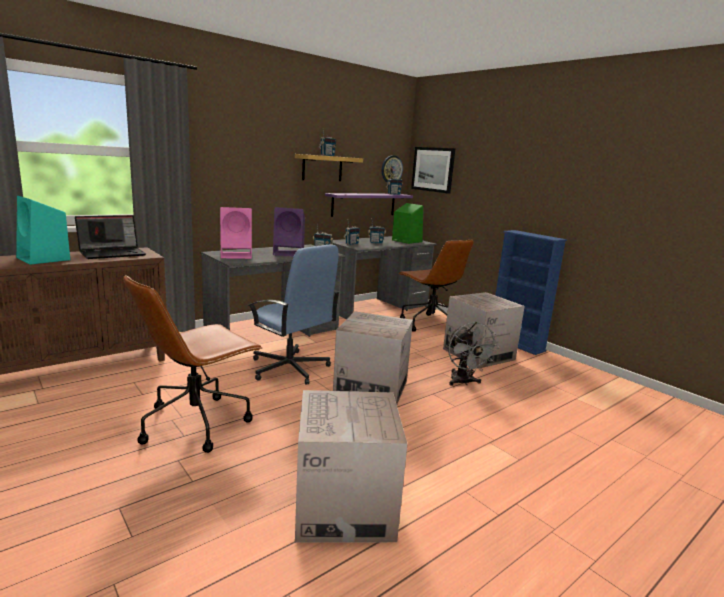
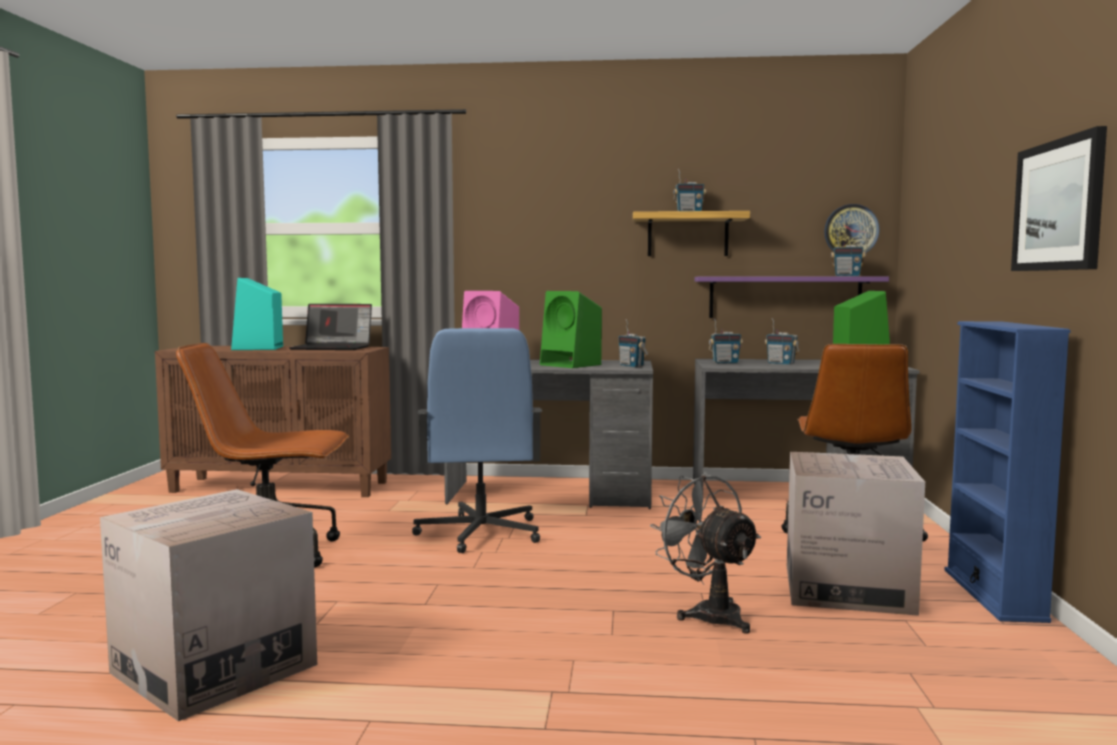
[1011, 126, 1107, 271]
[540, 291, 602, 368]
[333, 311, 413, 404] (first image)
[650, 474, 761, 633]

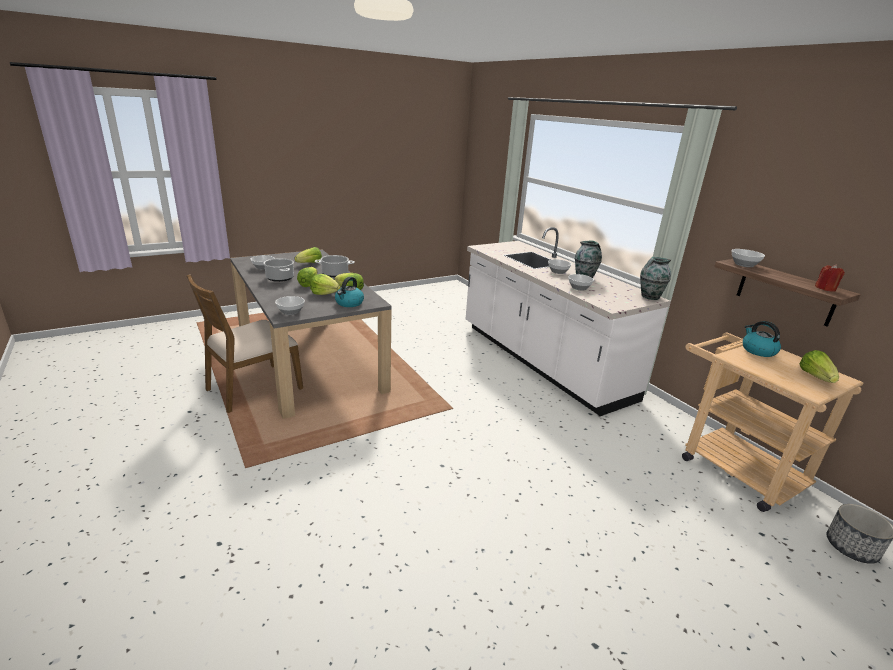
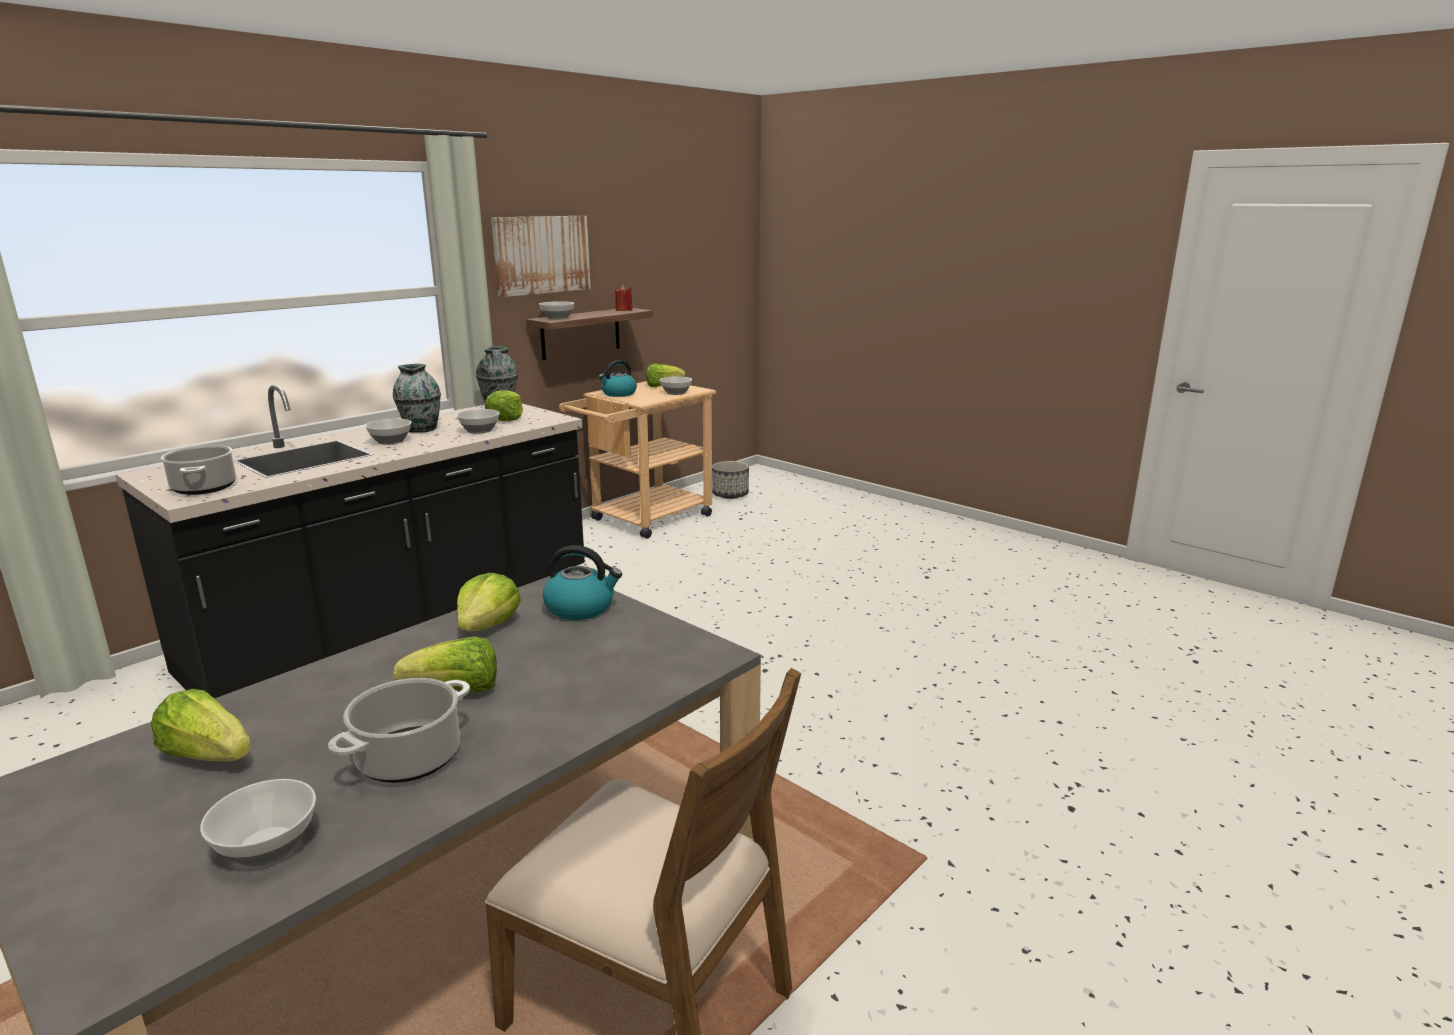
[115, 385, 585, 698]
[160, 445, 236, 495]
[485, 390, 523, 421]
[660, 376, 692, 395]
[491, 216, 591, 297]

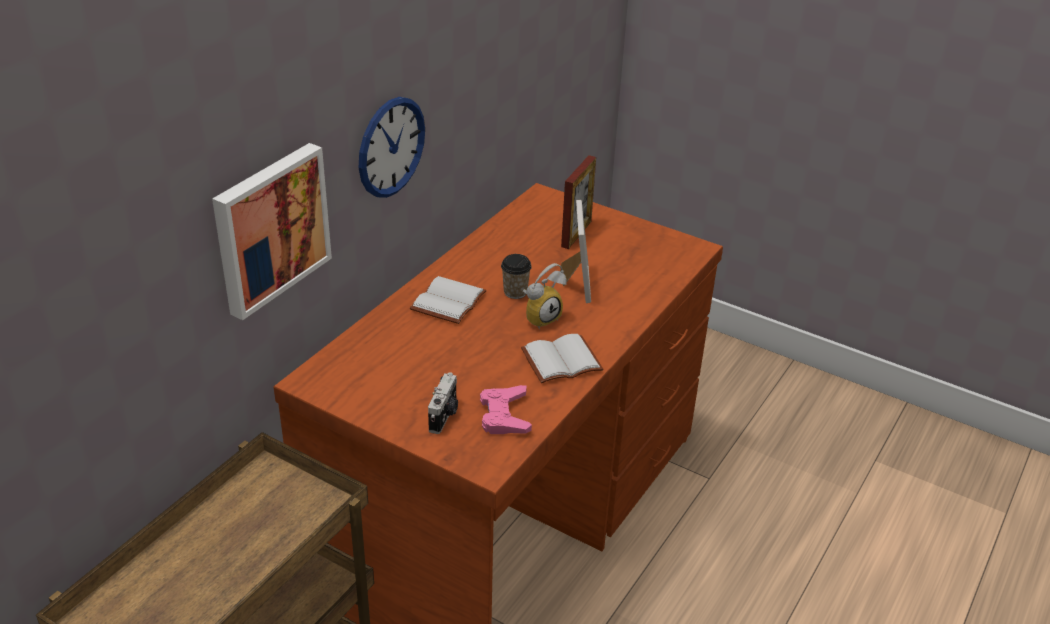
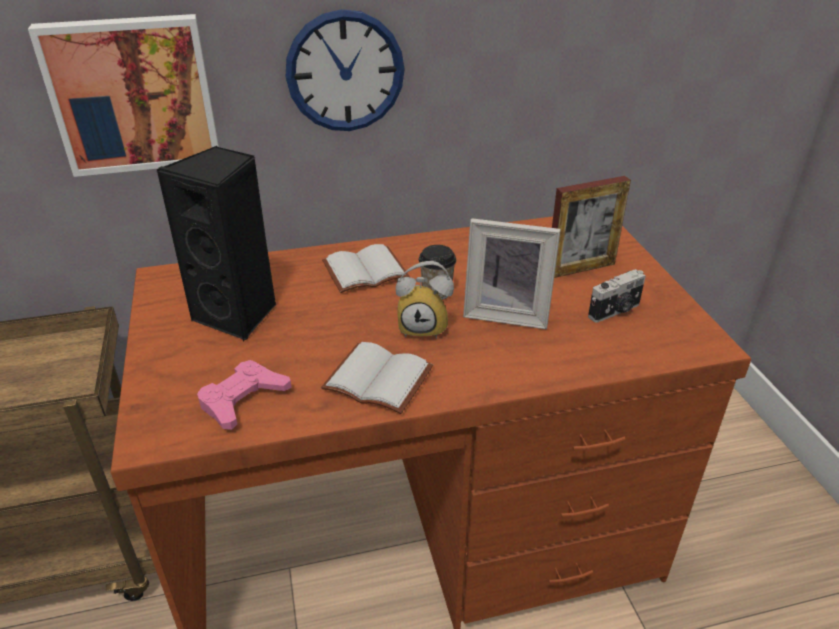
[463, 218, 561, 329]
[588, 269, 646, 322]
[157, 146, 276, 341]

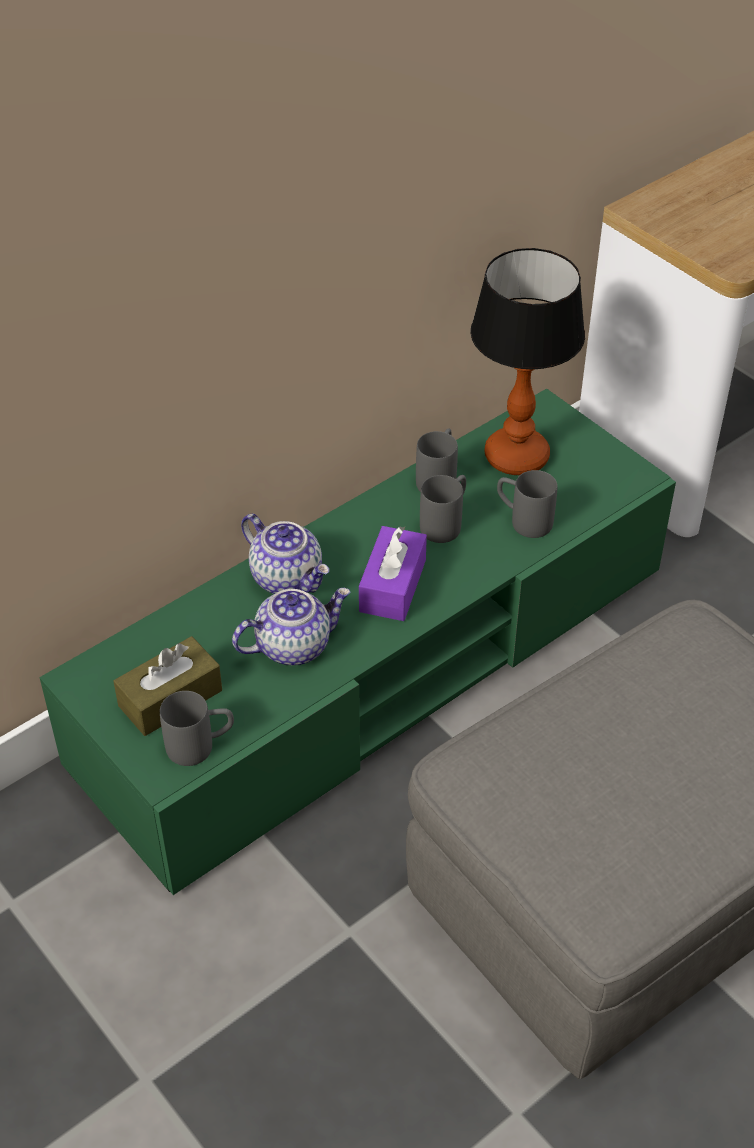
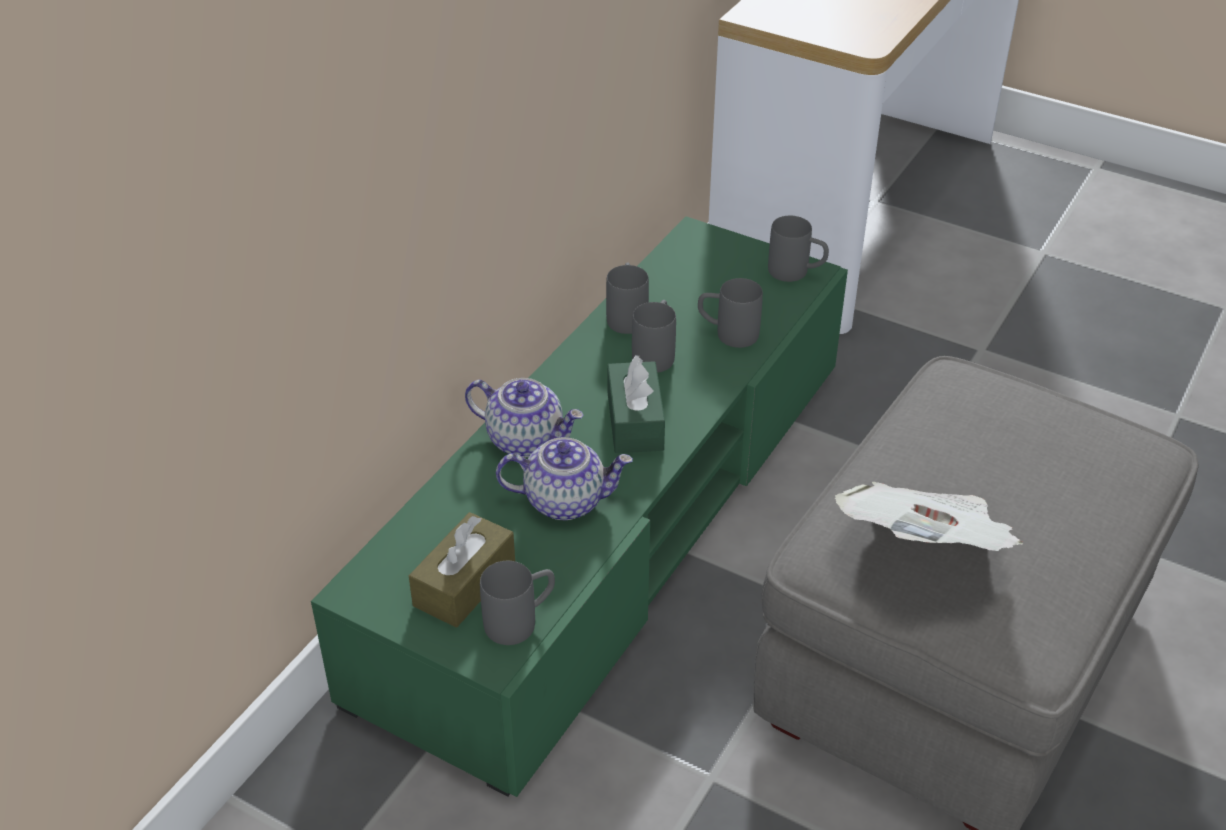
[470, 248, 585, 475] (first image)
[607, 355, 665, 453]
[496, 437, 633, 520]
[768, 216, 829, 282]
[835, 482, 1023, 551]

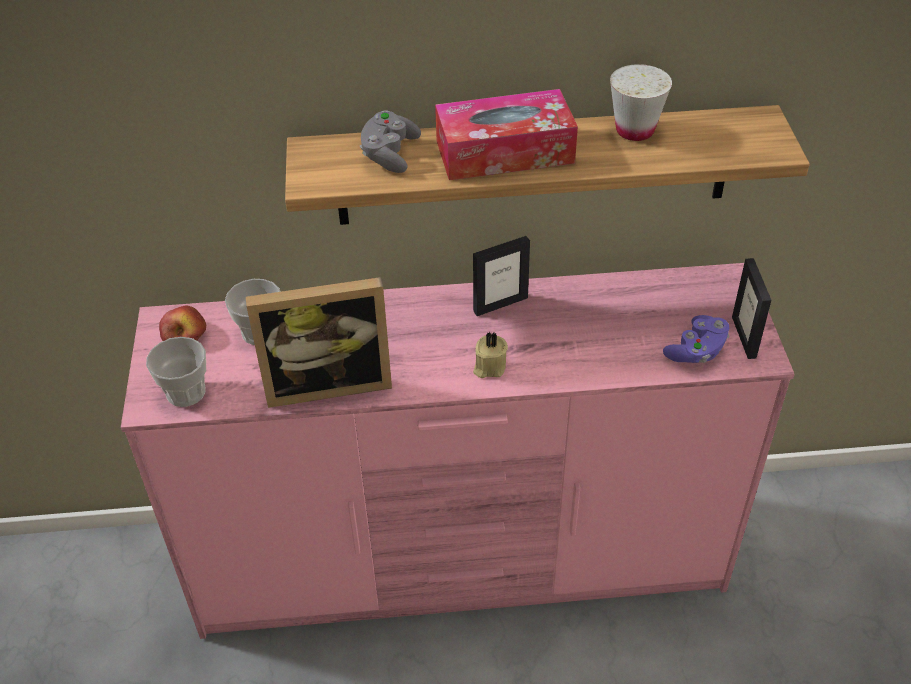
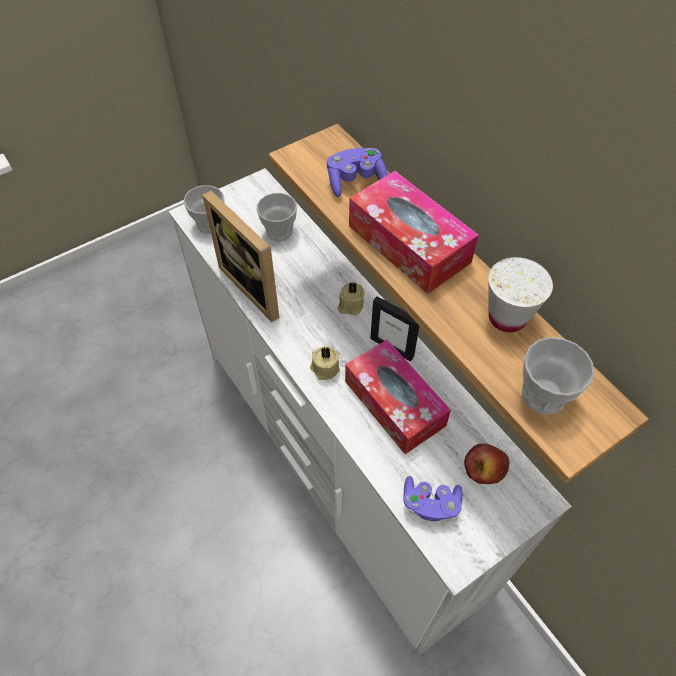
[327, 148, 388, 197]
[732, 258, 771, 359] (first image)
[169, 168, 571, 658]
[464, 444, 509, 484]
[337, 282, 365, 316]
[522, 337, 595, 414]
[345, 340, 451, 454]

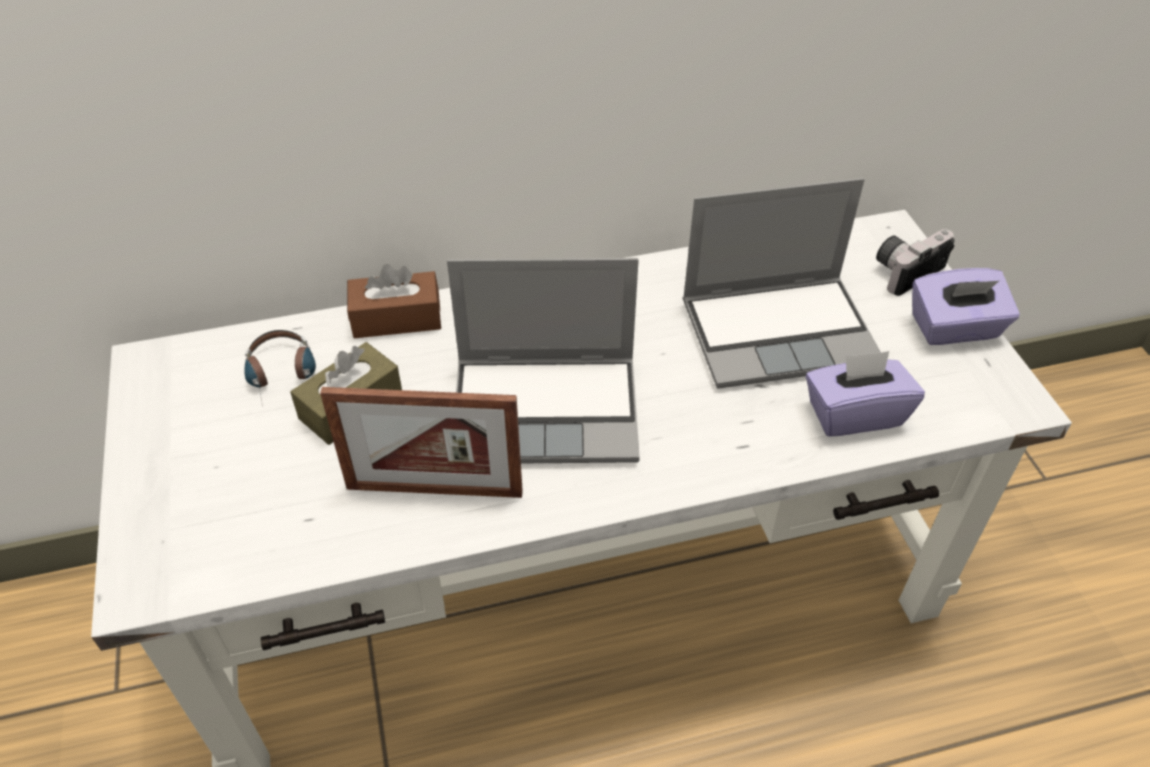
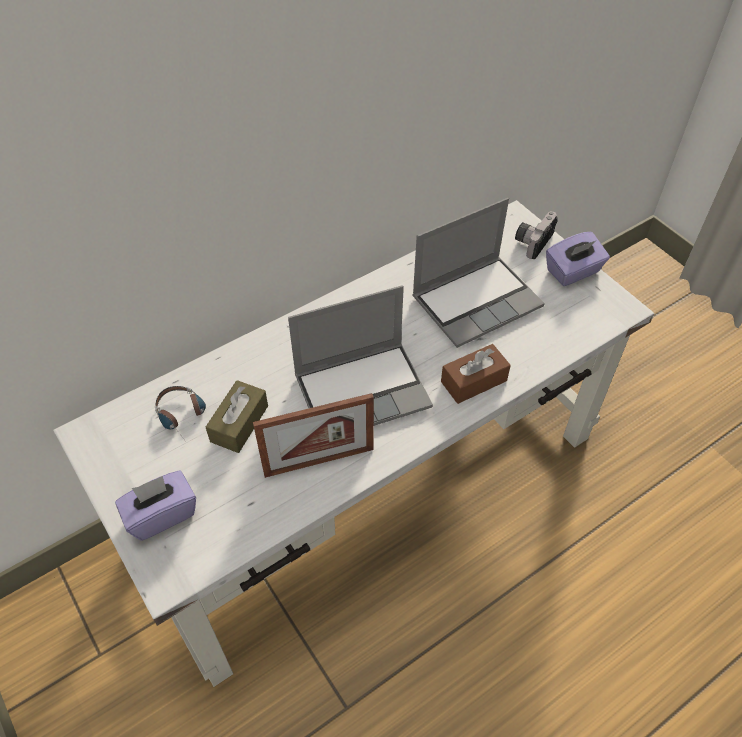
[441, 344, 511, 404]
[115, 470, 196, 541]

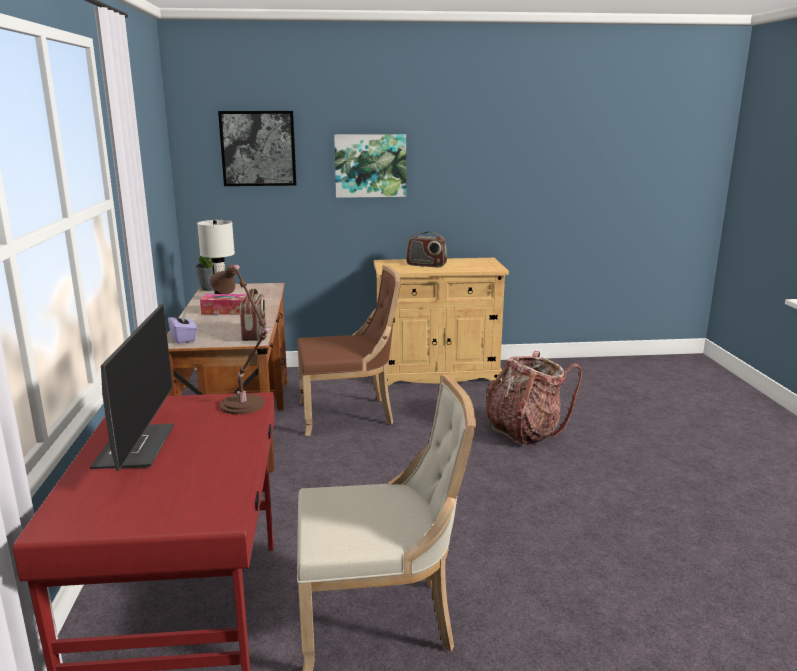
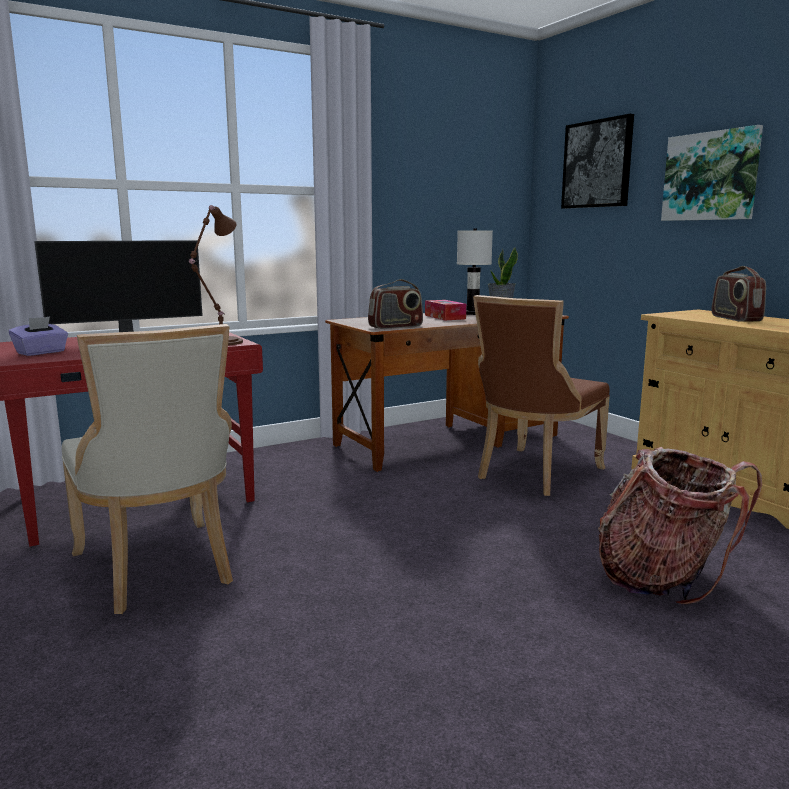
[473, 295, 610, 496]
[9, 316, 68, 356]

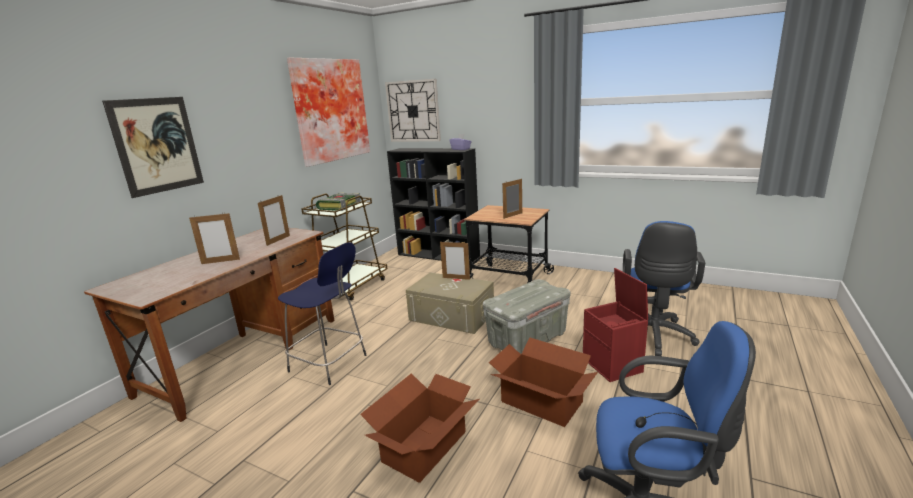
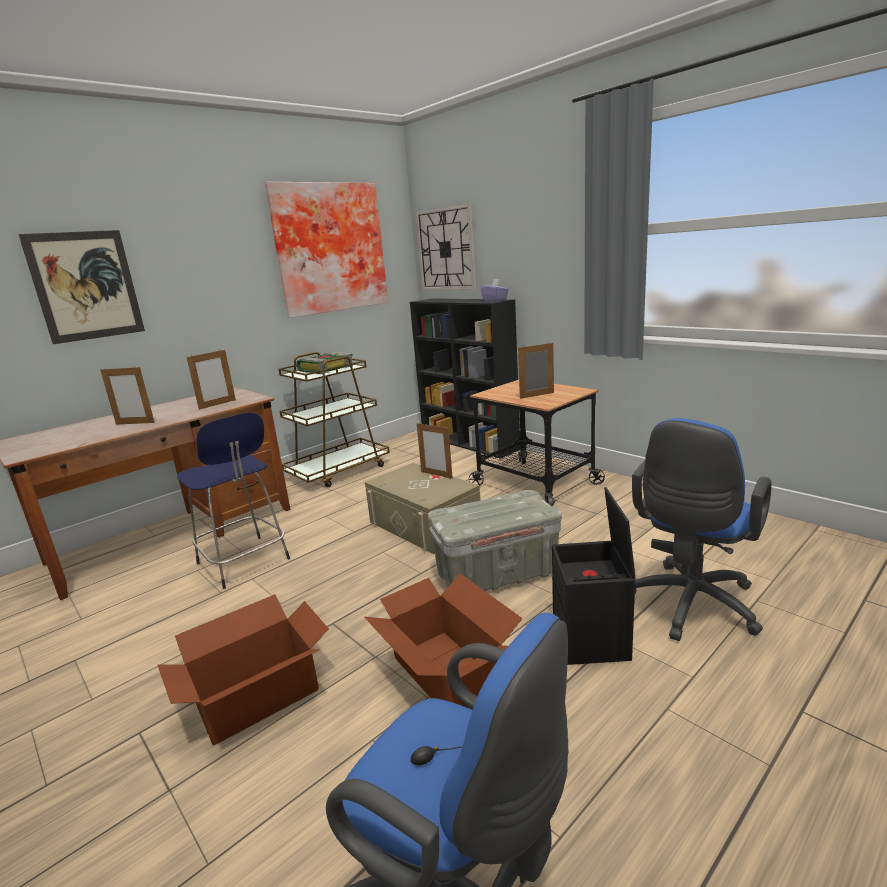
[552, 487, 636, 665]

